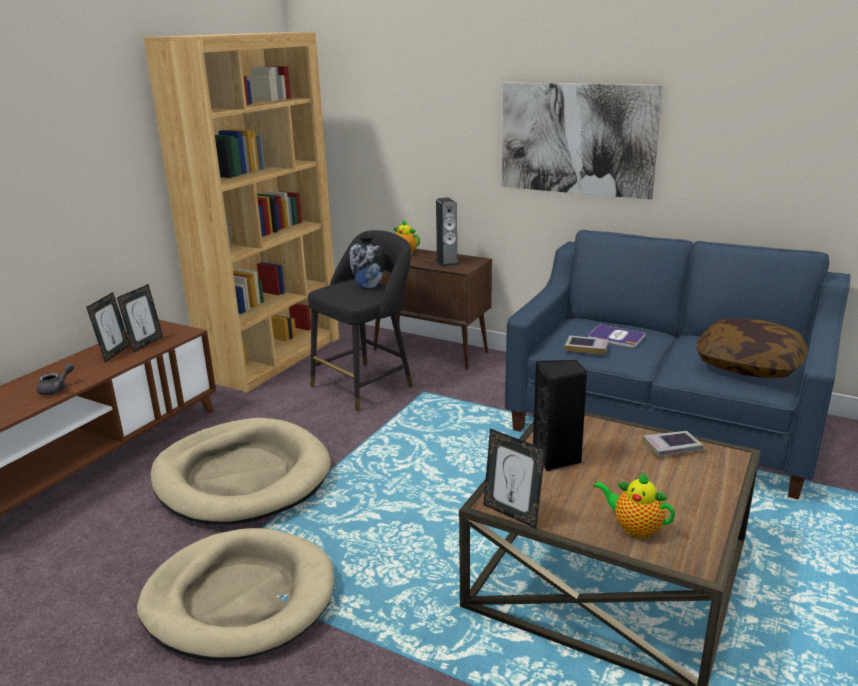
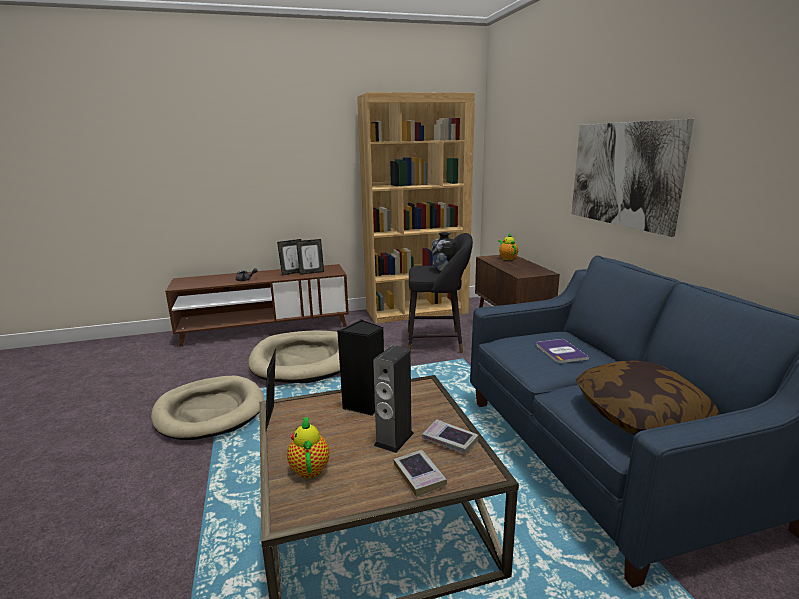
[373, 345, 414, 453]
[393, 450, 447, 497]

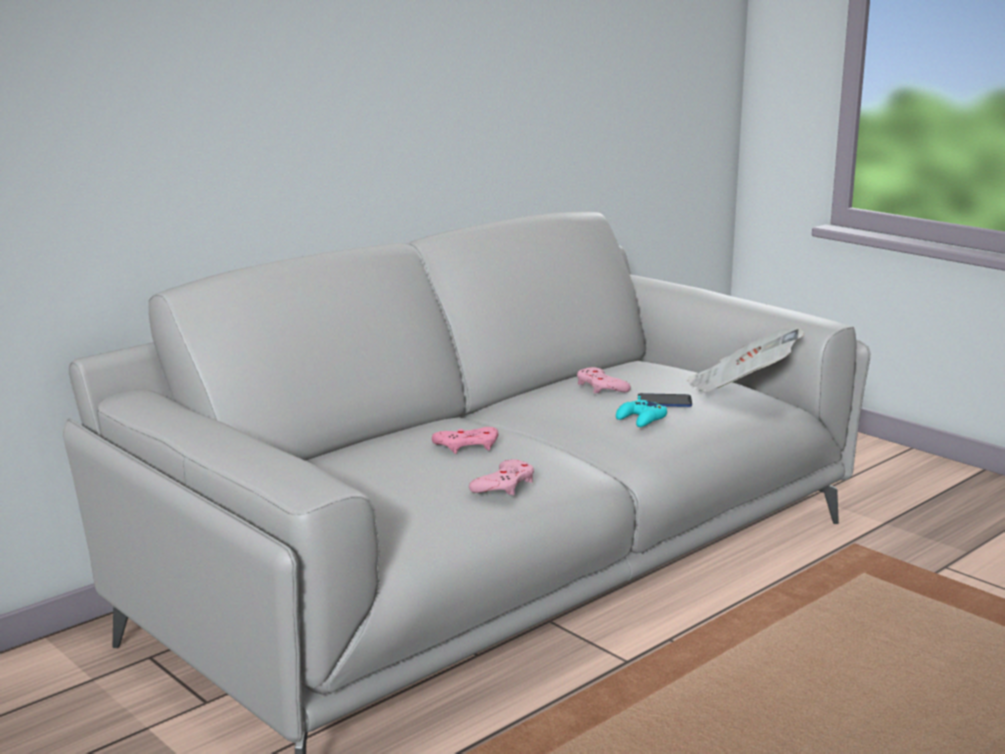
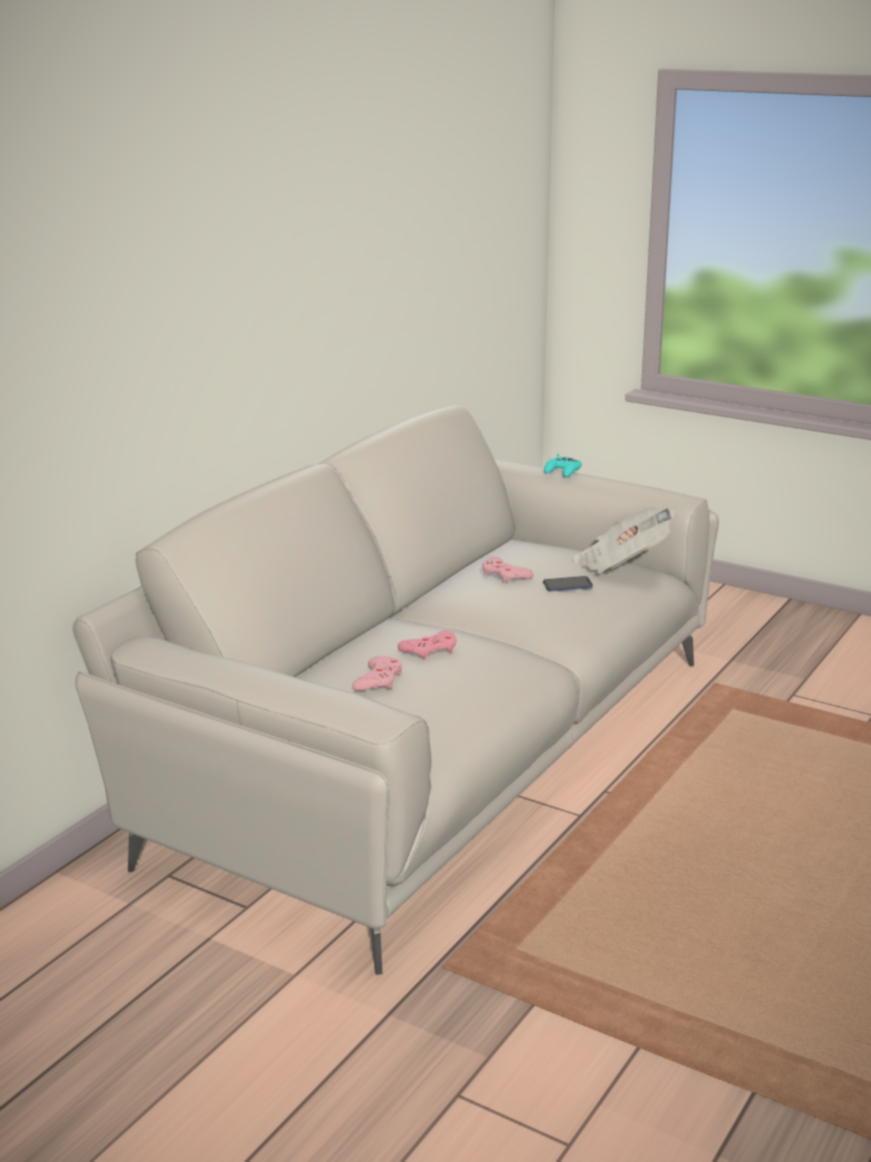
[544, 454, 582, 477]
[352, 656, 402, 691]

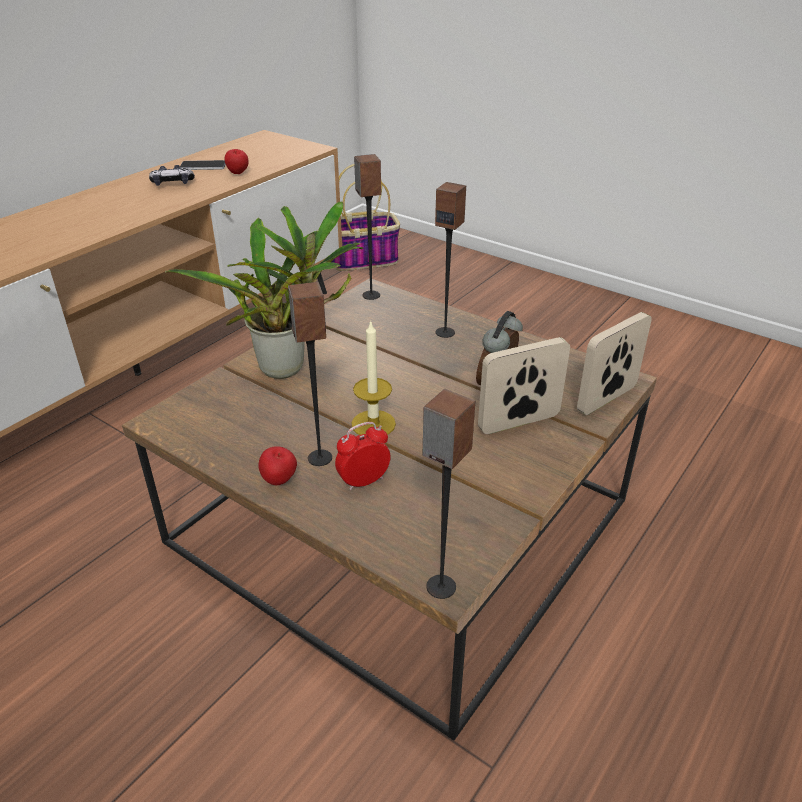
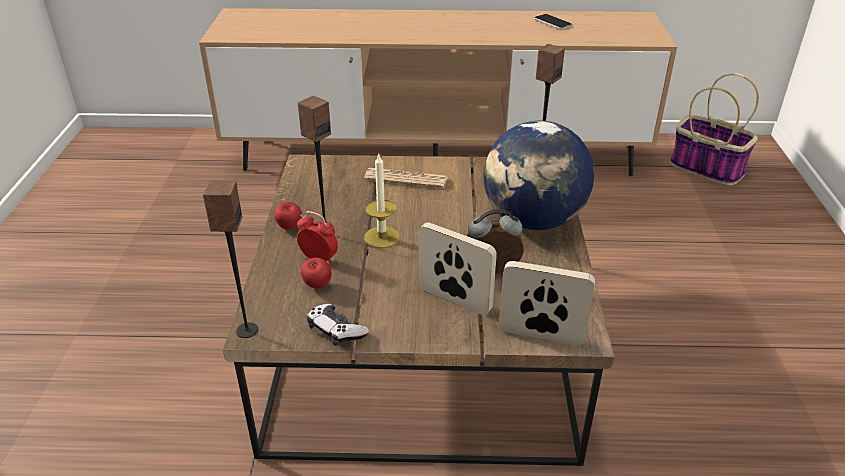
[300, 258, 331, 289]
[307, 304, 369, 346]
[484, 121, 594, 230]
[364, 168, 448, 188]

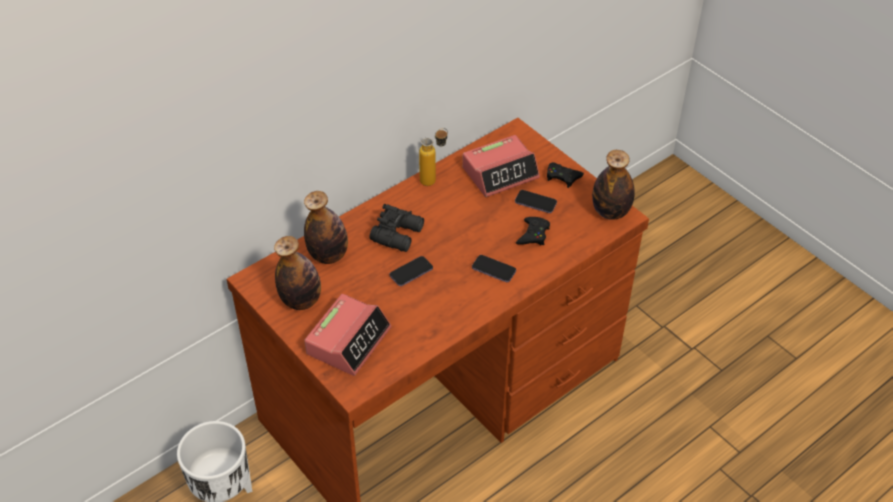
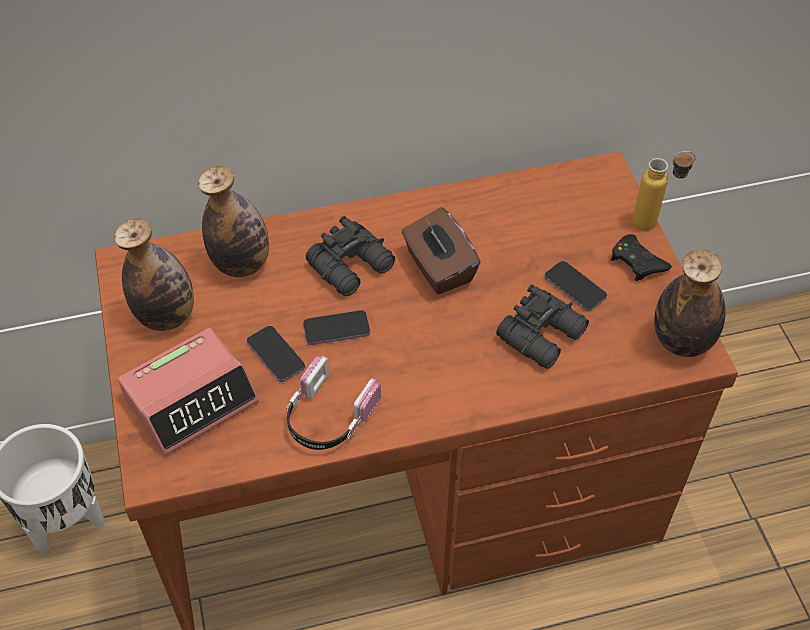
[632, 151, 696, 231]
[463, 135, 540, 197] (first image)
[496, 284, 589, 369]
[246, 326, 305, 382]
[401, 207, 480, 294]
[286, 355, 381, 450]

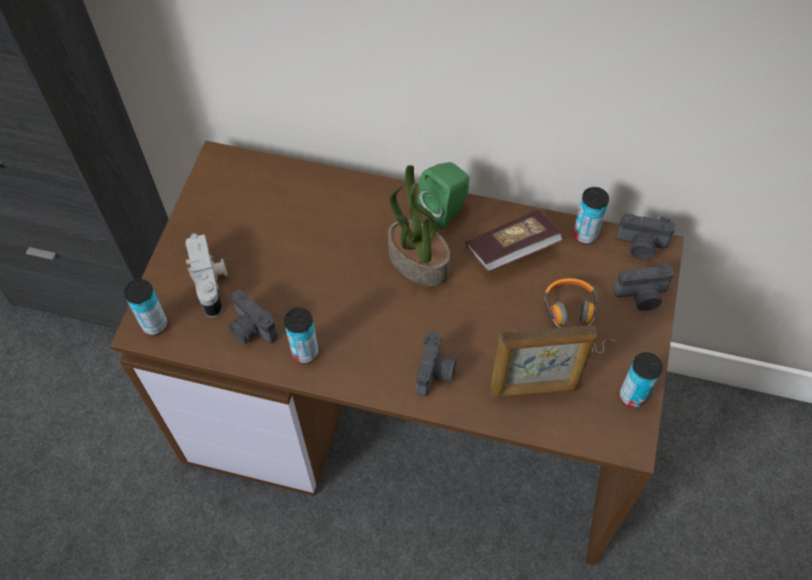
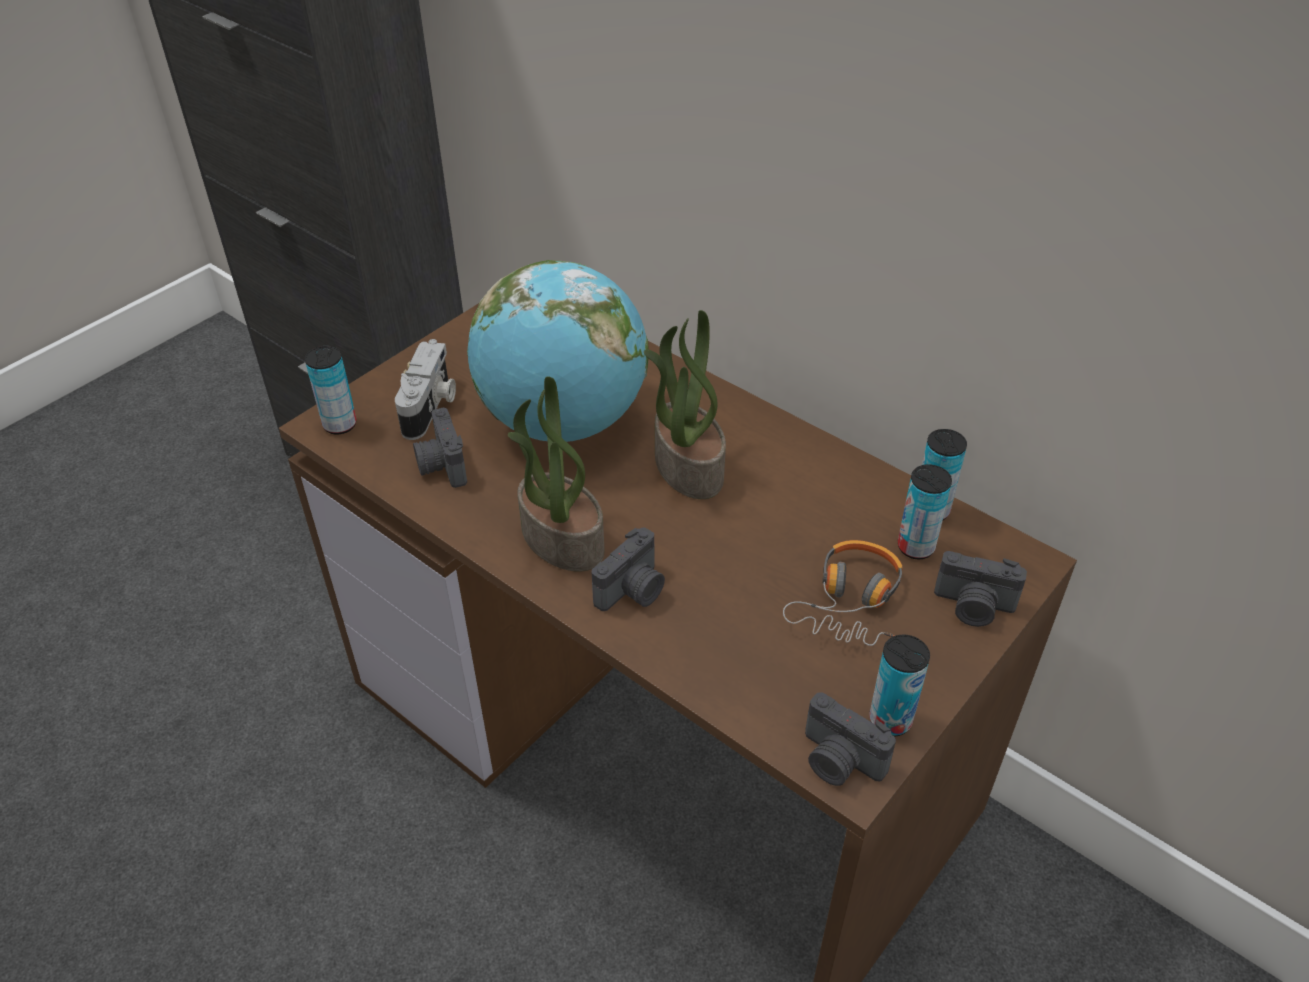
[417, 162, 469, 230] (first image)
[466, 210, 564, 272] (first image)
[805, 692, 896, 786]
[898, 464, 952, 560]
[490, 325, 597, 398] (first image)
[467, 260, 649, 442]
[508, 376, 605, 572]

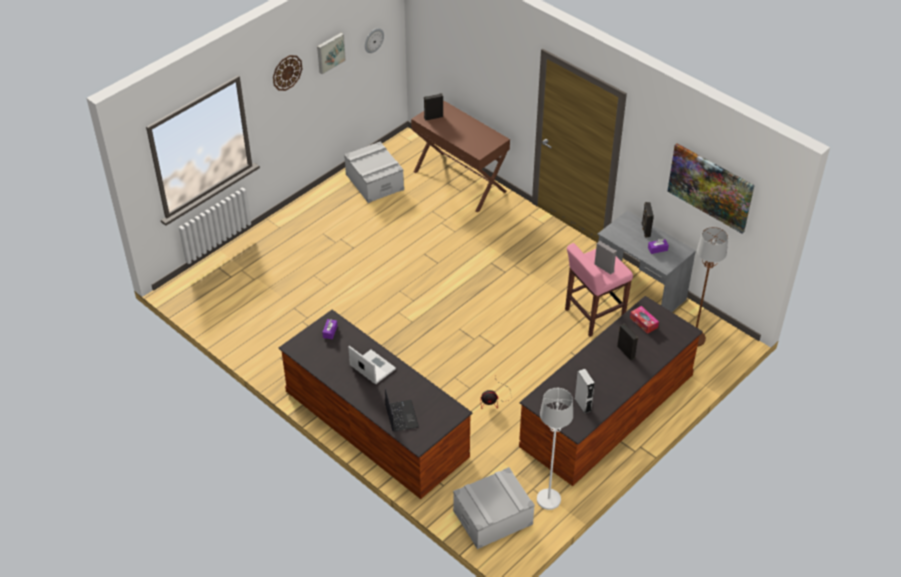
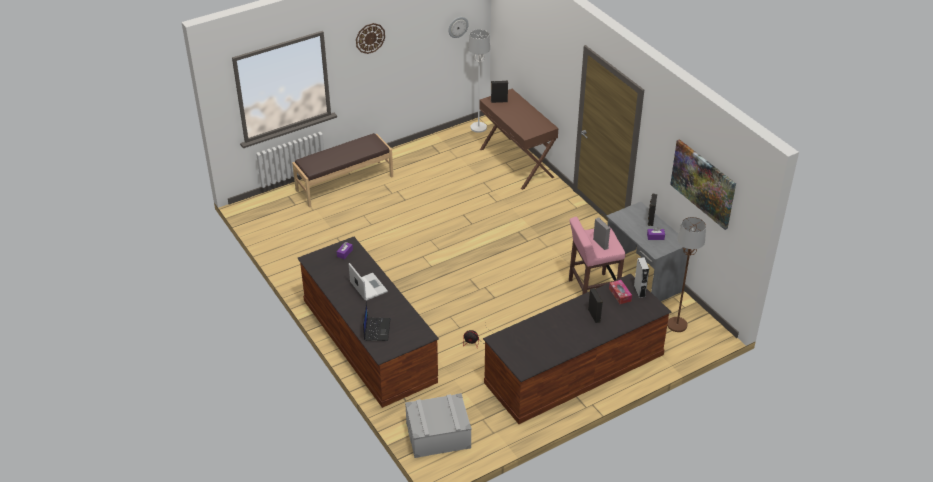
[317, 33, 346, 74] (first image)
[344, 142, 404, 203] (first image)
[634, 257, 649, 298]
[468, 29, 490, 133]
[292, 133, 393, 207]

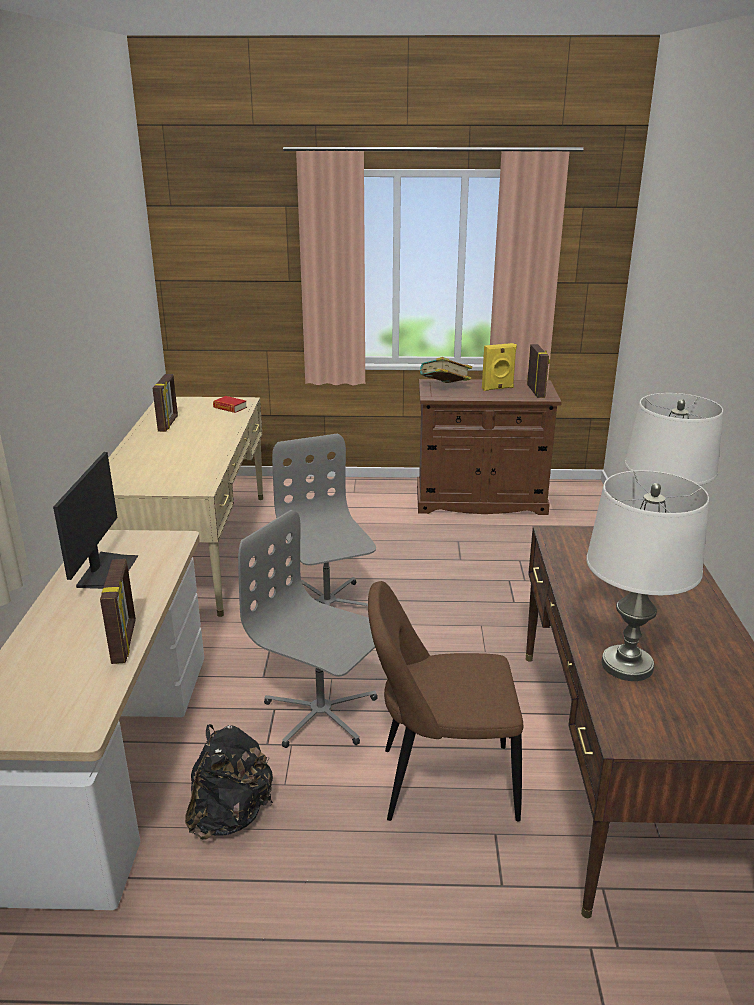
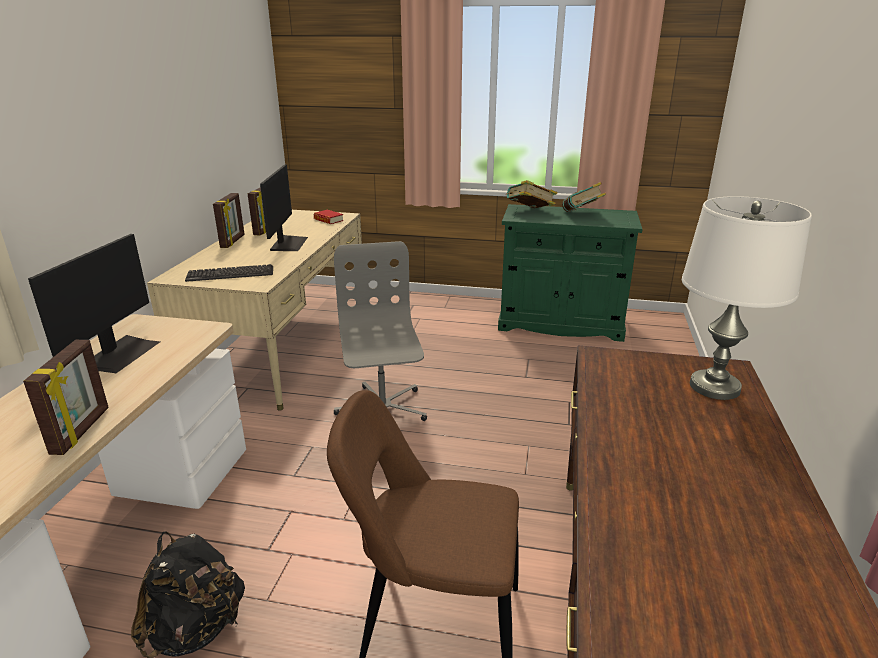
[562, 182, 606, 212]
[213, 193, 244, 248]
[498, 204, 643, 342]
[586, 470, 709, 681] (first image)
[238, 510, 378, 748] (first image)
[260, 165, 308, 251]
[185, 264, 273, 282]

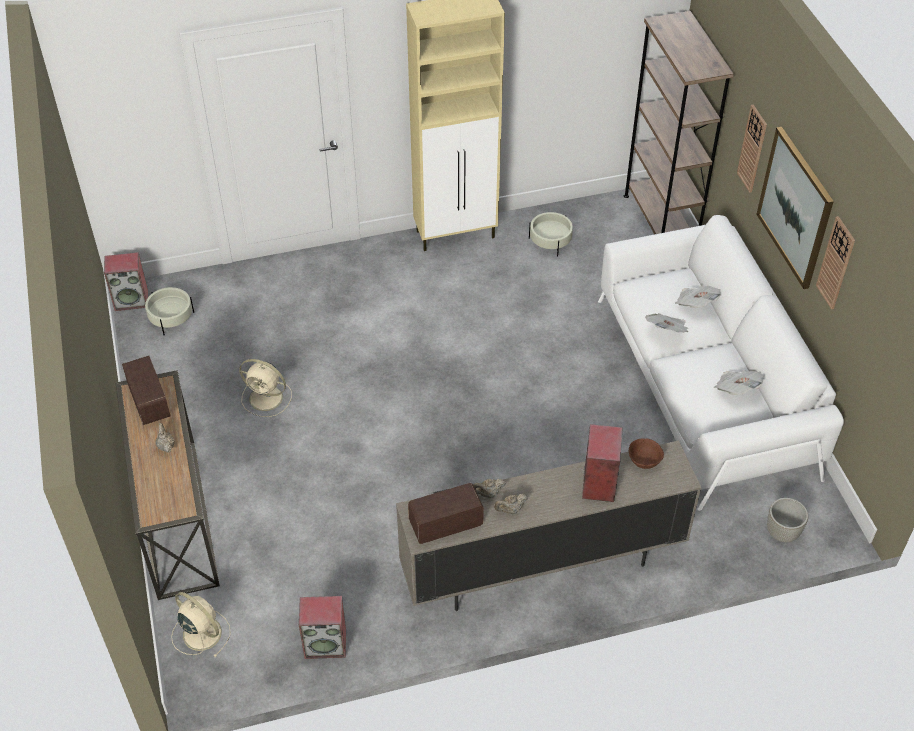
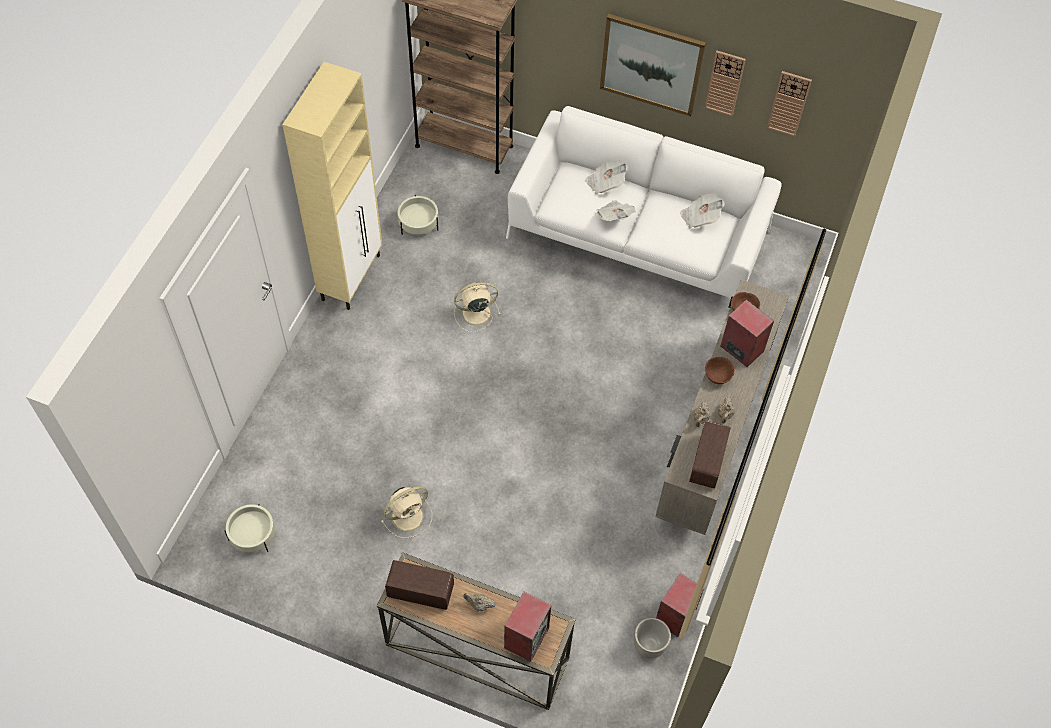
[767, 71, 812, 136]
[504, 592, 552, 662]
[634, 618, 671, 659]
[454, 282, 501, 332]
[705, 357, 735, 384]

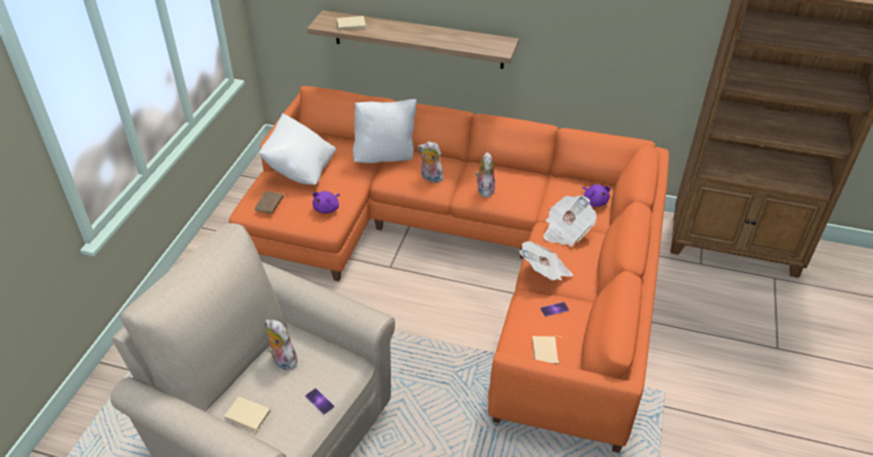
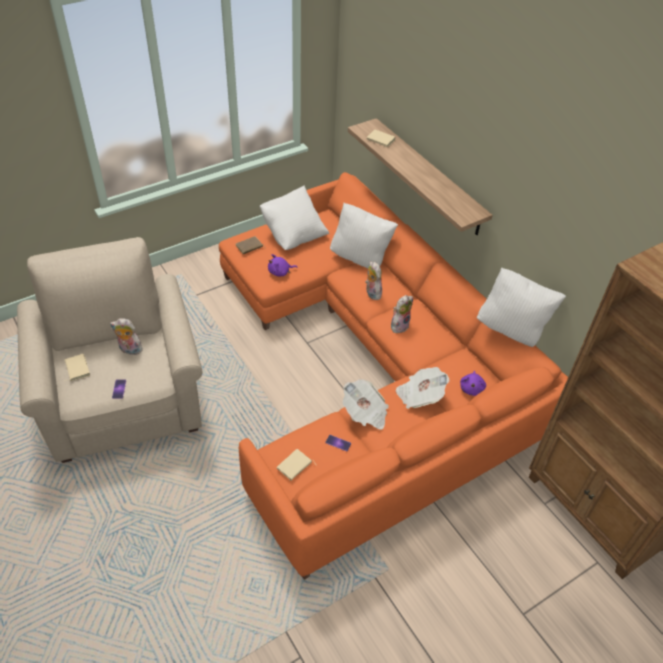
[110, 318, 143, 355]
[477, 268, 566, 347]

